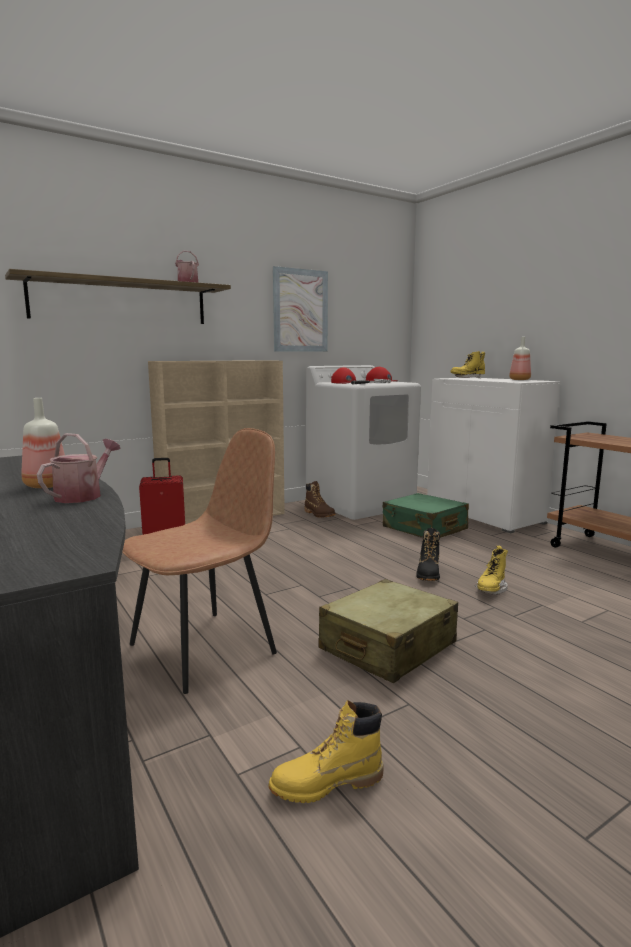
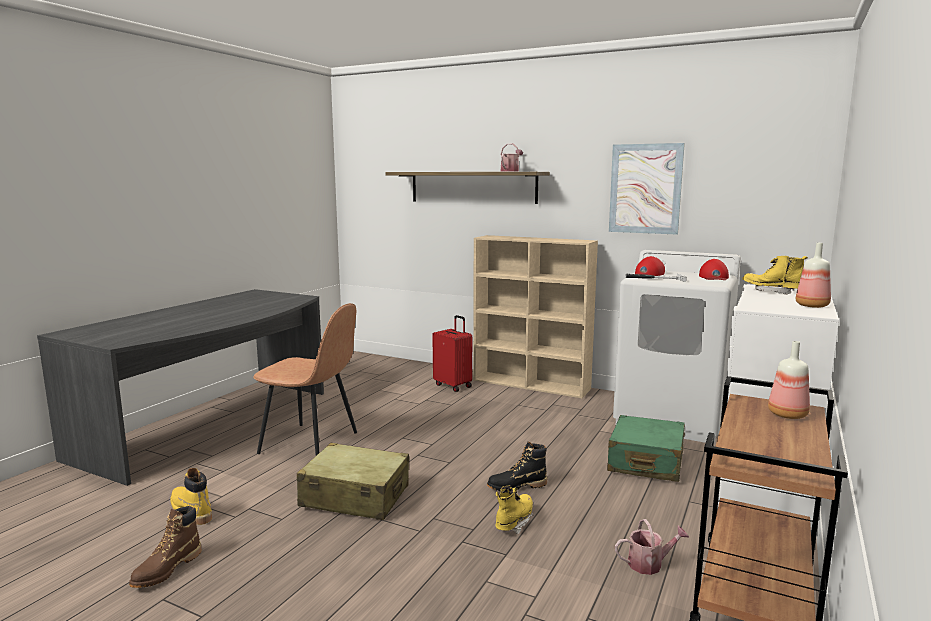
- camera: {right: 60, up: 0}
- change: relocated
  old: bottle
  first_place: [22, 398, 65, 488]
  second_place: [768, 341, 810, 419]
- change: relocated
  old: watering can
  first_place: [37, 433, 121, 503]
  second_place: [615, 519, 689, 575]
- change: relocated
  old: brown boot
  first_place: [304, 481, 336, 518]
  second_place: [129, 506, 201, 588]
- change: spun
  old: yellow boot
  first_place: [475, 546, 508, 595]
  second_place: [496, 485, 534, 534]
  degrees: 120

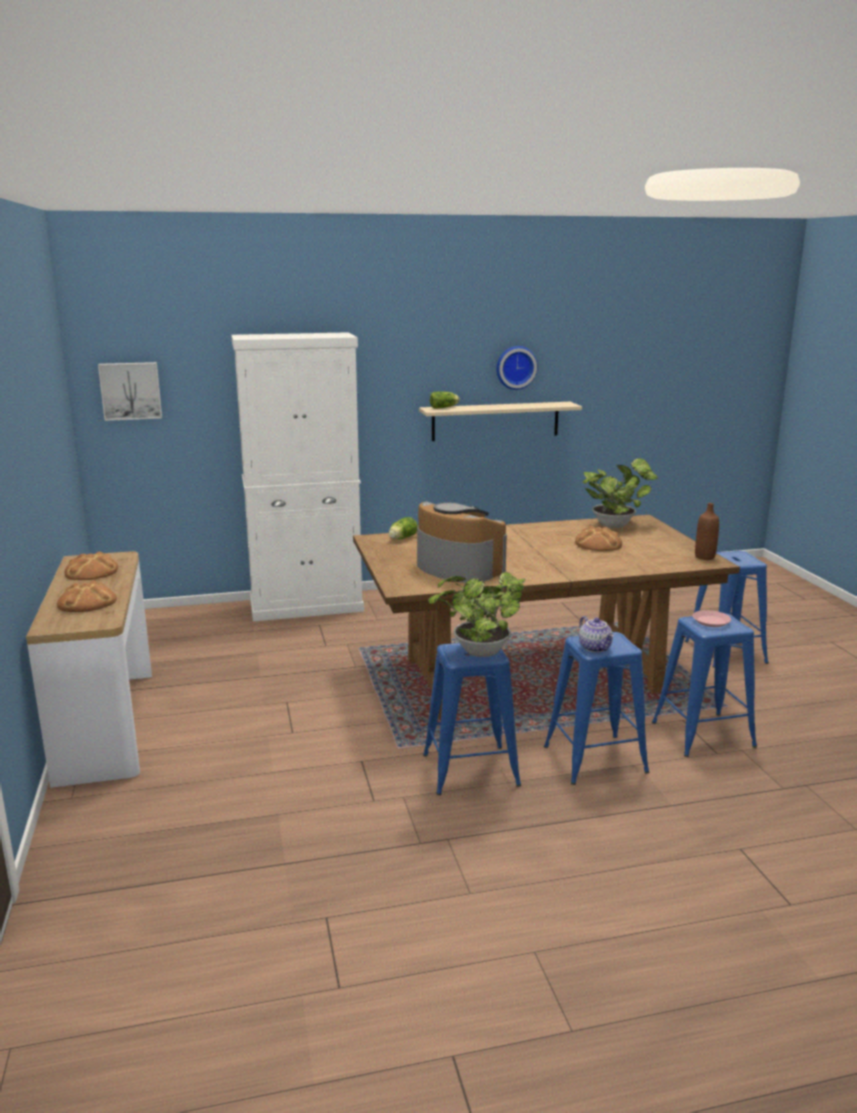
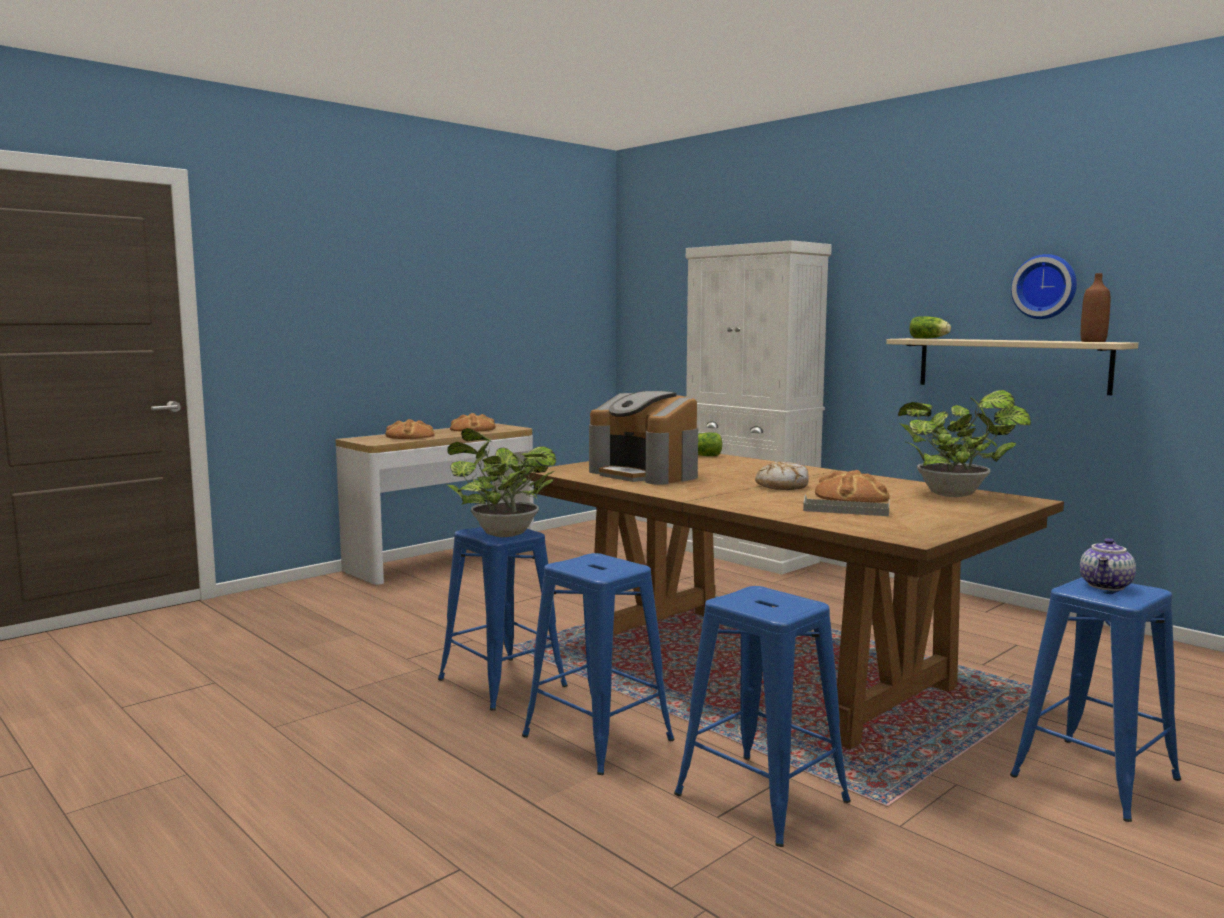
- camera: {right: 60, up: -10}
- change: missing
  old: picture
  first_place: [98, 362, 162, 421]
- change: missing
  old: pink plate
  first_place: [693, 610, 731, 627]
- change: appeared
  new: bread
  second_place: [755, 461, 809, 490]
- change: appeared
  new: grey tray
  second_place: [803, 494, 890, 516]
- change: relocated
  old: teapot
  first_place: [579, 616, 614, 653]
  second_place: [1080, 538, 1136, 591]
- change: relocated
  old: brown bottle
  first_place: [695, 503, 719, 560]
  second_place: [1081, 273, 1110, 342]
- change: spun
  old: coffee machine
  first_place: [417, 501, 507, 583]
  second_place: [589, 391, 698, 485]
  degrees: 120

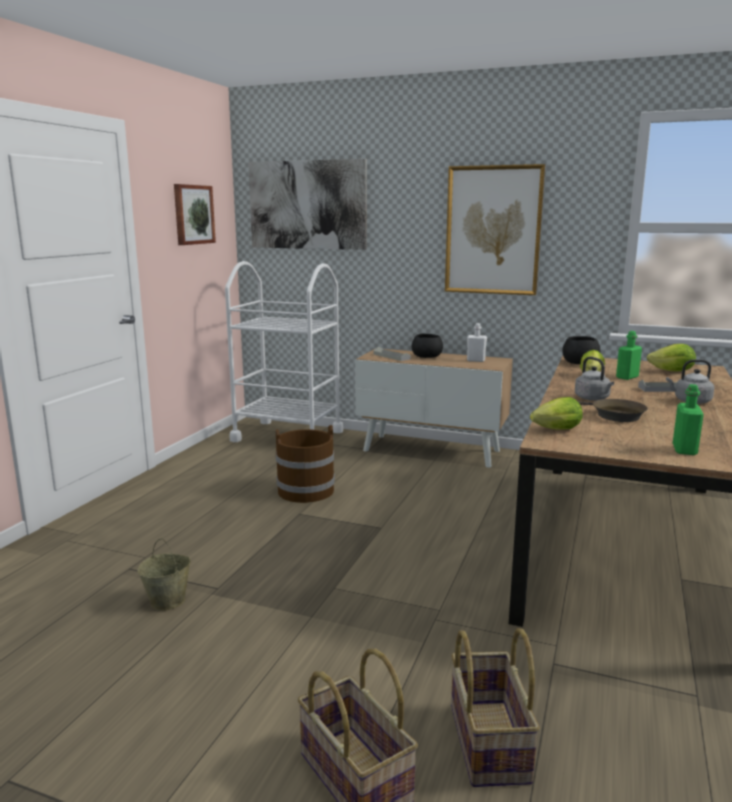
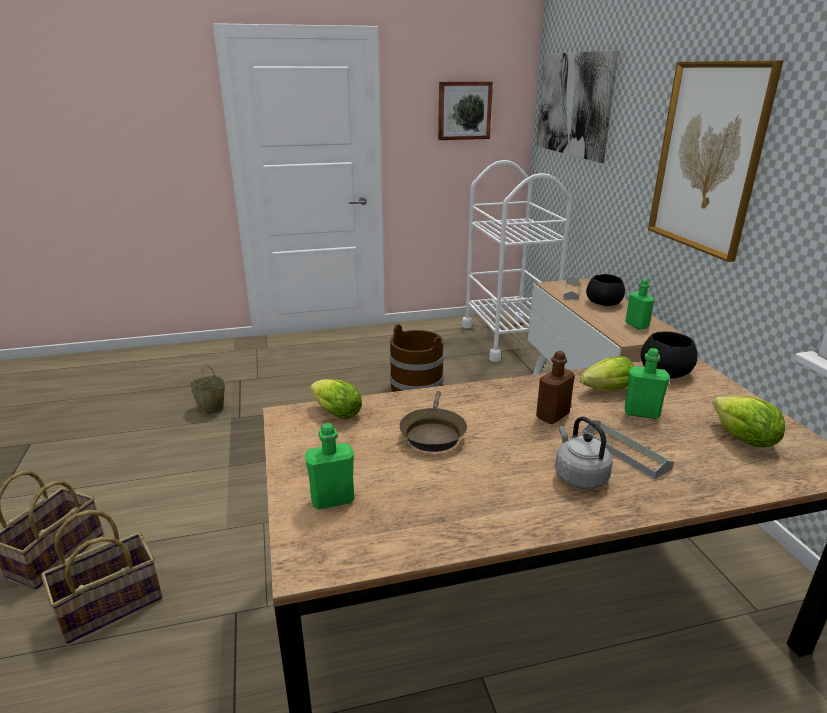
- camera: {right: 55, up: 10}
- change: missing
  old: grey kettle
  first_place: [575, 357, 614, 401]
- change: appeared
  new: brown bottle
  second_place: [536, 351, 575, 424]
- change: colour
  old: white bottle
  new: green bottle
  first_place: [467, 323, 487, 362]
  second_place: [625, 279, 655, 329]

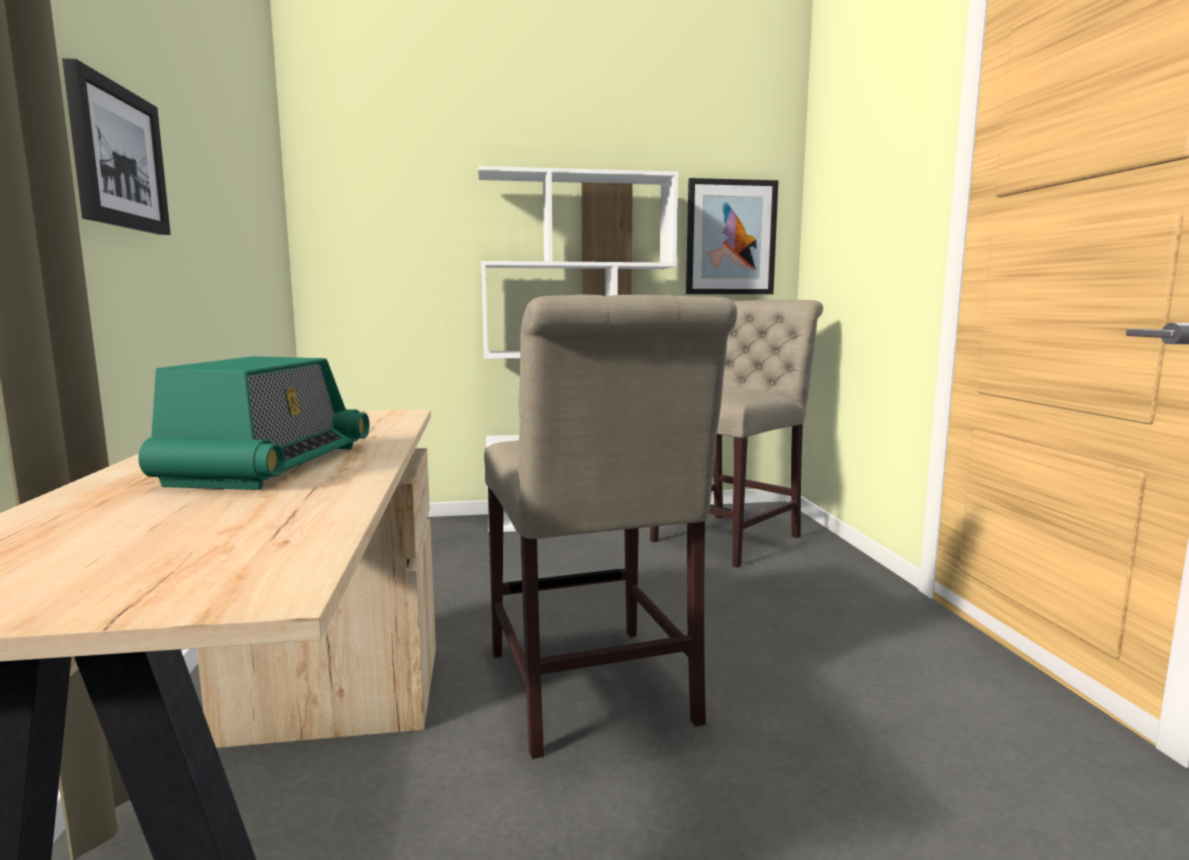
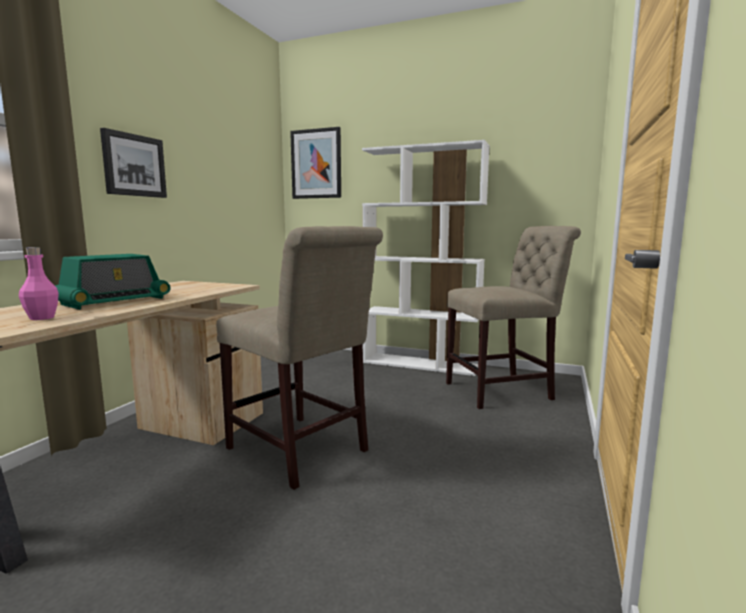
- camera: {right: 30, up: 0}
- change: appeared
  new: pink bottle
  second_place: [19, 247, 59, 320]
- change: relocated
  old: picture
  first_place: [686, 178, 778, 294]
  second_place: [290, 127, 341, 199]
- change: spun
  old: beige chair
  first_place: [484, 294, 737, 759]
  second_place: [216, 226, 383, 490]
  degrees: -60

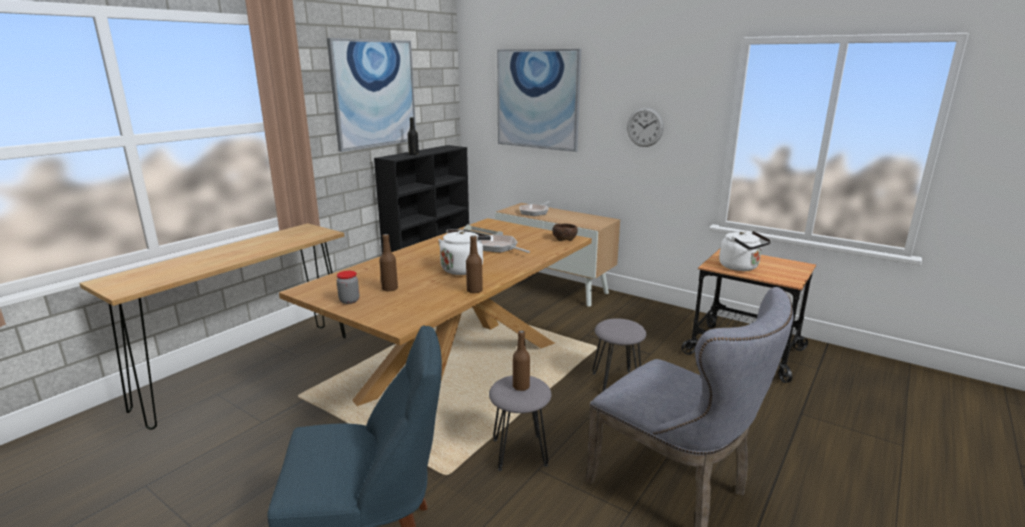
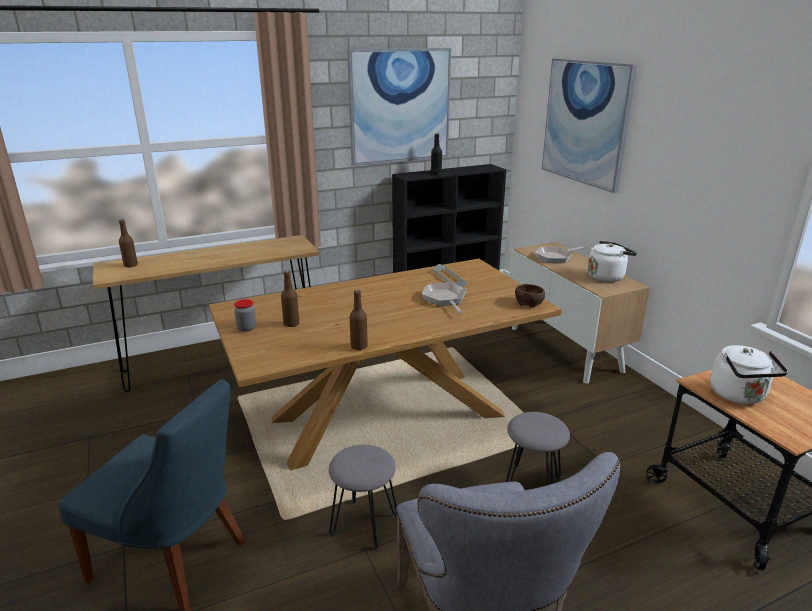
- camera: {right: 30, up: 5}
- change: missing
  old: wall clock
  first_place: [627, 107, 664, 147]
- change: relocated
  old: white kettle
  first_place: [438, 229, 491, 275]
  second_place: [588, 241, 637, 282]
- change: relocated
  old: brown bottle
  first_place: [513, 330, 530, 391]
  second_place: [119, 220, 138, 268]

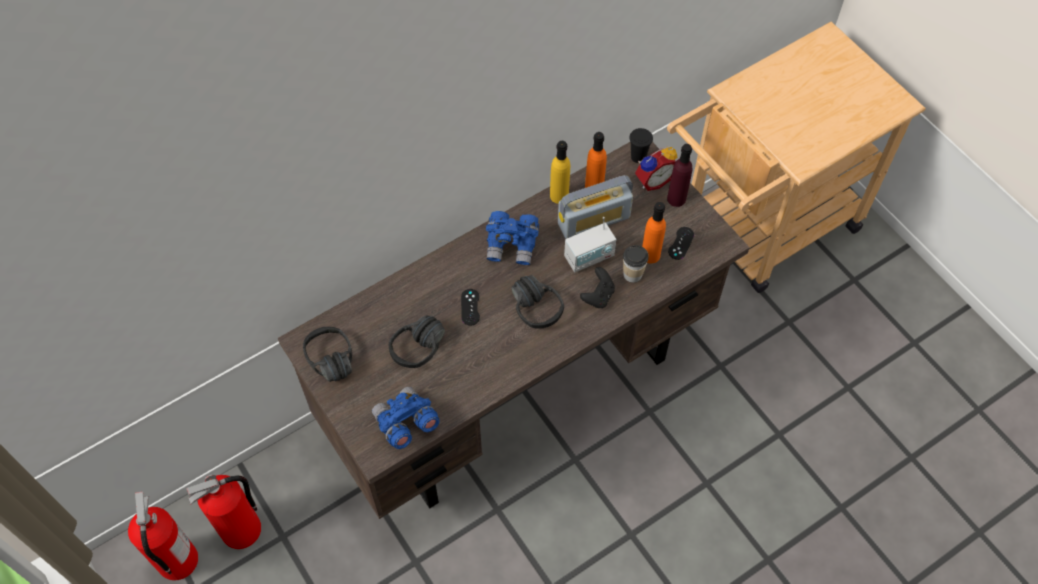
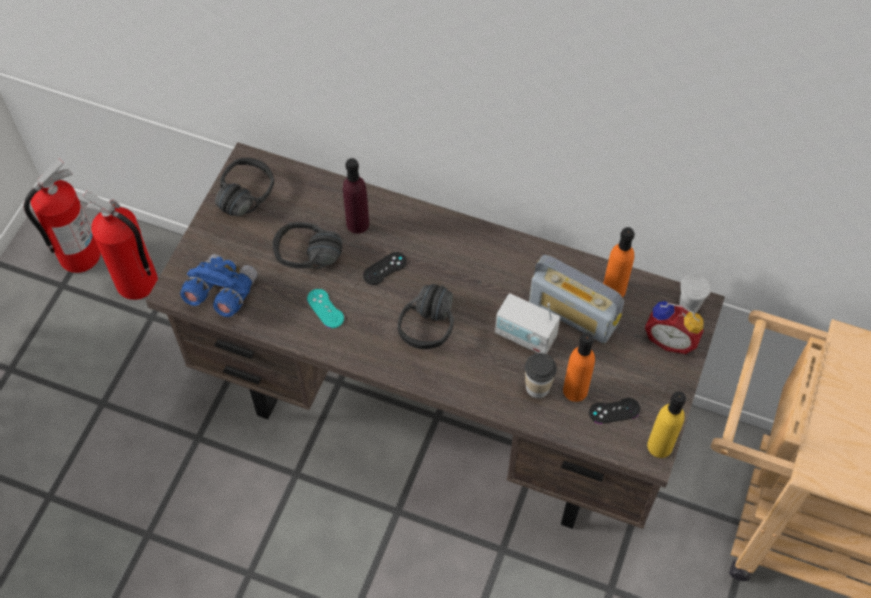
- camera: {right: 55, up: 0}
- change: missing
  old: blue binoculars
  first_place: [486, 211, 539, 265]
- change: missing
  old: black game controller
  first_place: [580, 267, 615, 308]
- change: appeared
  new: turquoise game controller
  second_place: [307, 289, 344, 328]
- change: relocated
  old: yellow bottle
  first_place: [550, 141, 570, 204]
  second_place: [647, 391, 686, 458]
- change: relocated
  old: purple bottle
  first_place: [667, 144, 692, 207]
  second_place: [343, 158, 369, 234]
- change: colour
  old: black cup
  new: white cup
  first_place: [629, 128, 653, 163]
  second_place: [679, 274, 711, 313]

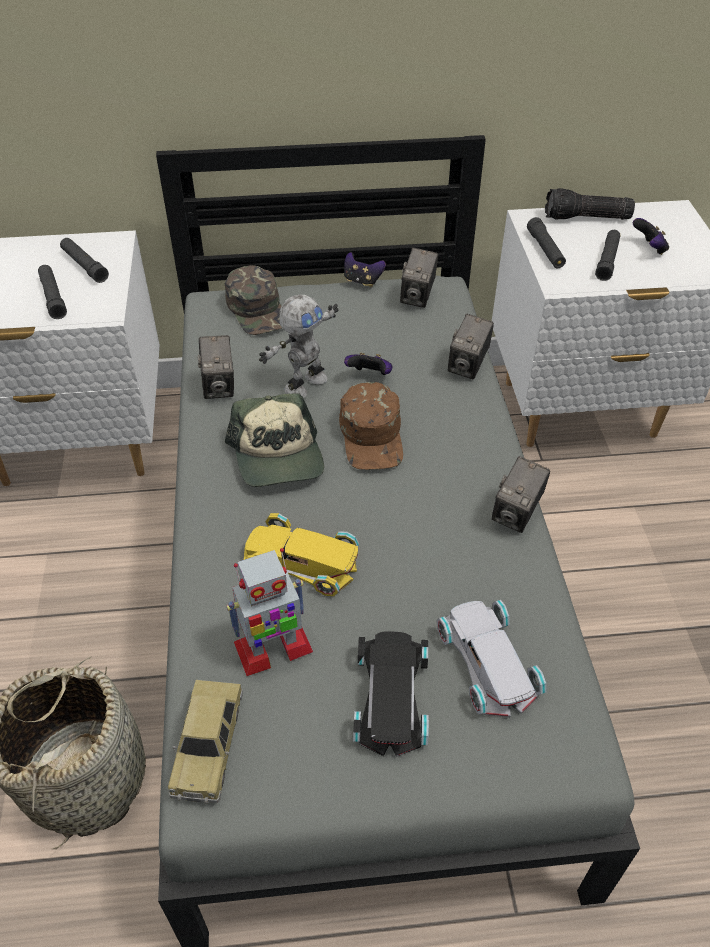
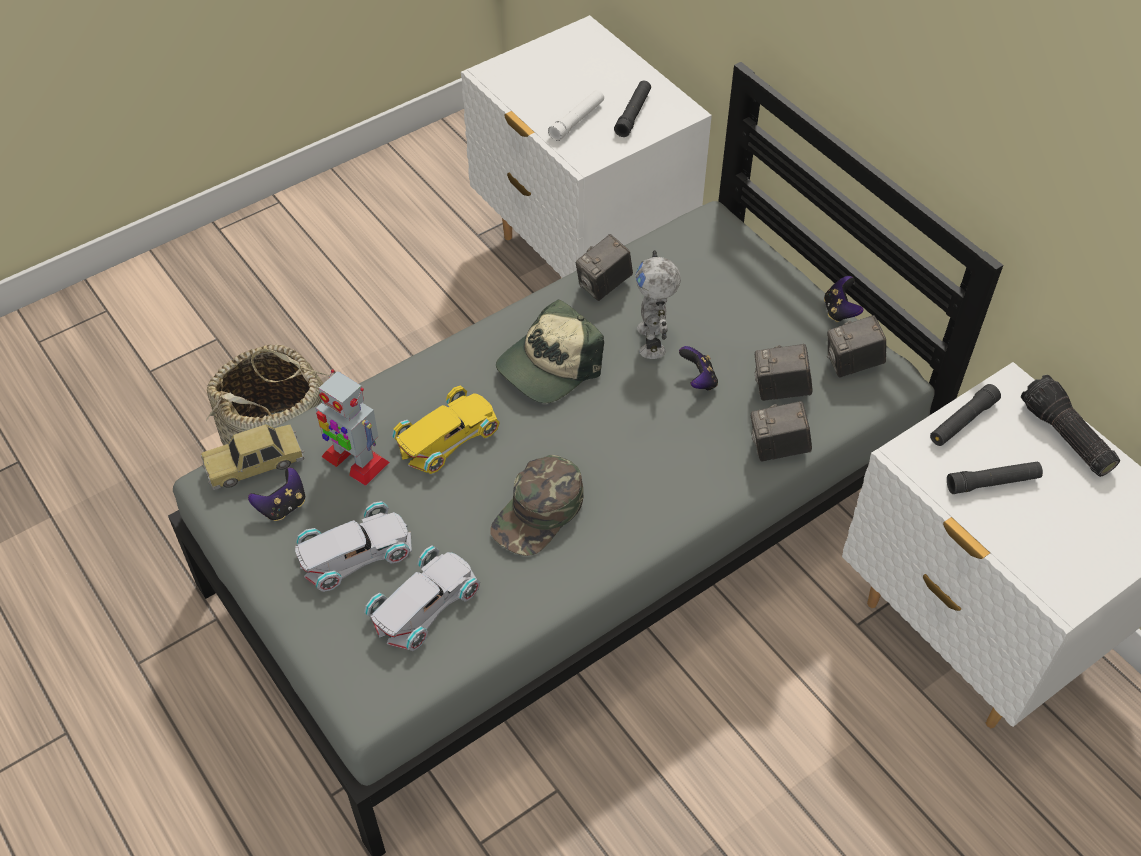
- camera: {right: 60, up: 5}
- change: missing
  old: brown cap
  first_place: [339, 382, 403, 470]
- change: relocated
  old: green cap
  first_place: [225, 265, 282, 335]
  second_place: [490, 455, 584, 556]
- change: relocated
  old: photo camera
  first_place: [492, 456, 550, 533]
  second_place: [755, 344, 813, 401]
- change: relocated
  old: game controller
  first_place: [633, 218, 669, 255]
  second_place: [248, 467, 305, 521]
- change: colour
  old: black flashlight
  new: white flashlight
  first_place: [38, 265, 67, 319]
  second_place: [548, 90, 604, 141]
- change: colour
  old: black toy car
  new: white toy car
  first_place: [353, 631, 429, 757]
  second_place: [295, 501, 412, 592]
- change: spun
  old: yellow toy car
  first_place: [244, 513, 359, 596]
  second_place: [392, 385, 500, 474]
  degrees: 60
- change: spun
  old: toy robot
  first_place: [259, 295, 339, 398]
  second_place: [635, 250, 681, 359]
  degrees: 75

